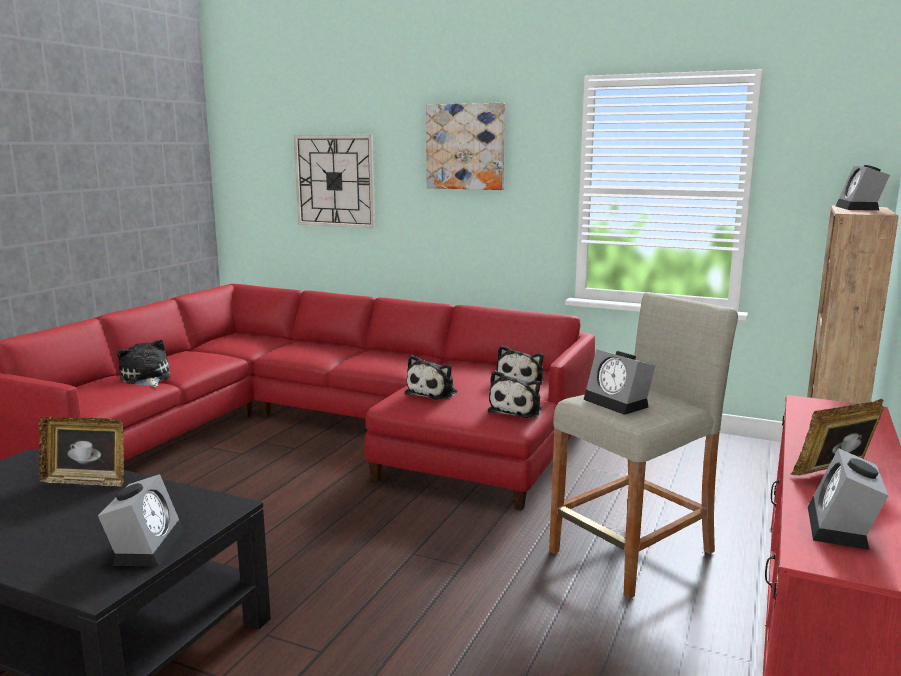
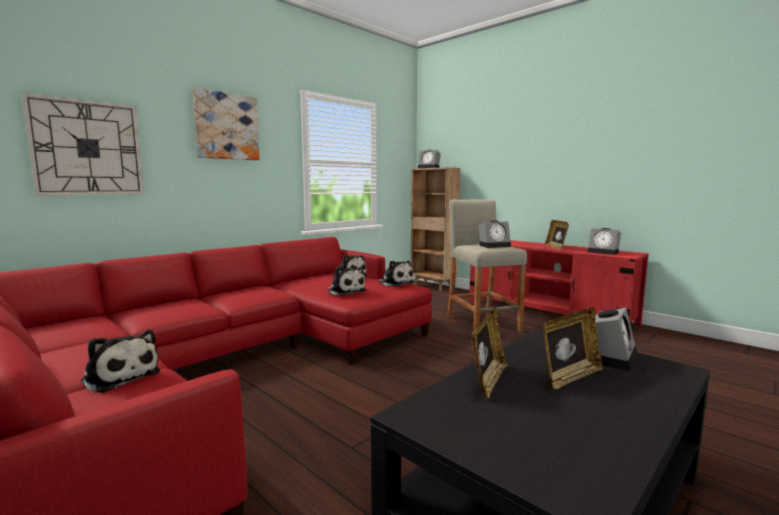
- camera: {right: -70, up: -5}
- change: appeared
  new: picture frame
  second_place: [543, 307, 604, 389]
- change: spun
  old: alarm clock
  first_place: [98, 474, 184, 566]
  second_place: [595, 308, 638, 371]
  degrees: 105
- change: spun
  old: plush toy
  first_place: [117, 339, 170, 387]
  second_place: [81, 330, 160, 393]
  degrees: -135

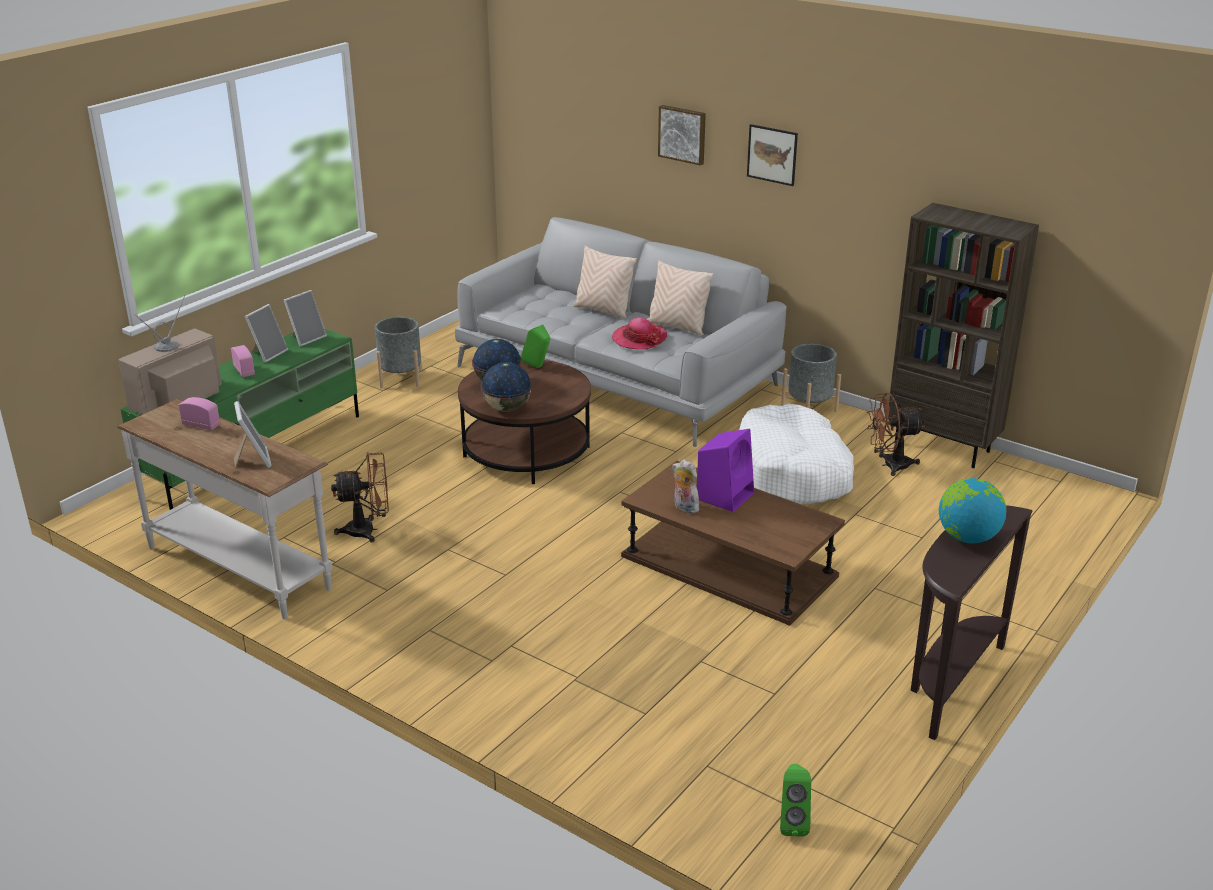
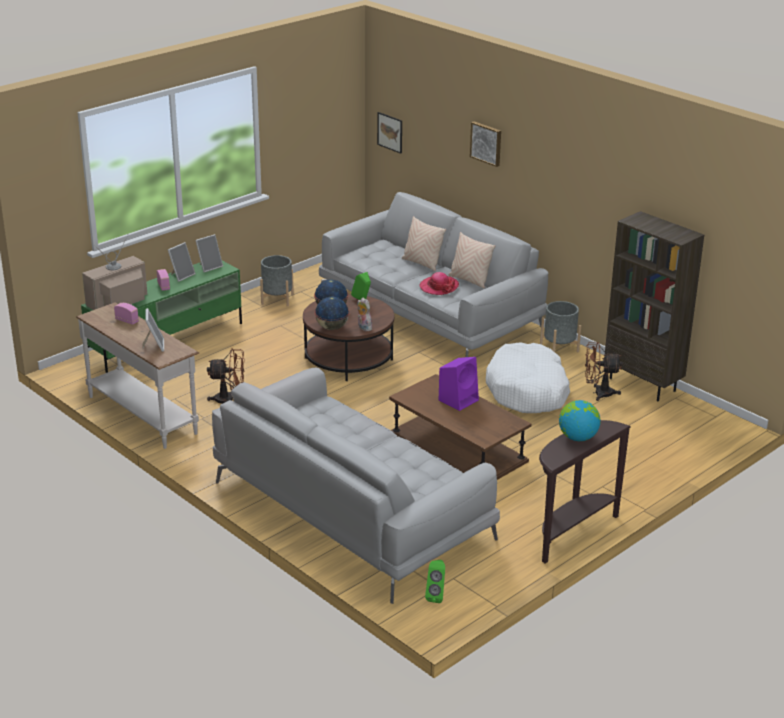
- camera: {right: 10, up: 0}
- change: appeared
  new: grey sofa
  second_place: [212, 368, 500, 604]
- change: relocated
  old: plush toy
  first_place: [672, 459, 699, 513]
  second_place: [358, 298, 372, 331]
- change: relocated
  old: picture
  first_place: [747, 124, 798, 186]
  second_place: [377, 112, 402, 154]

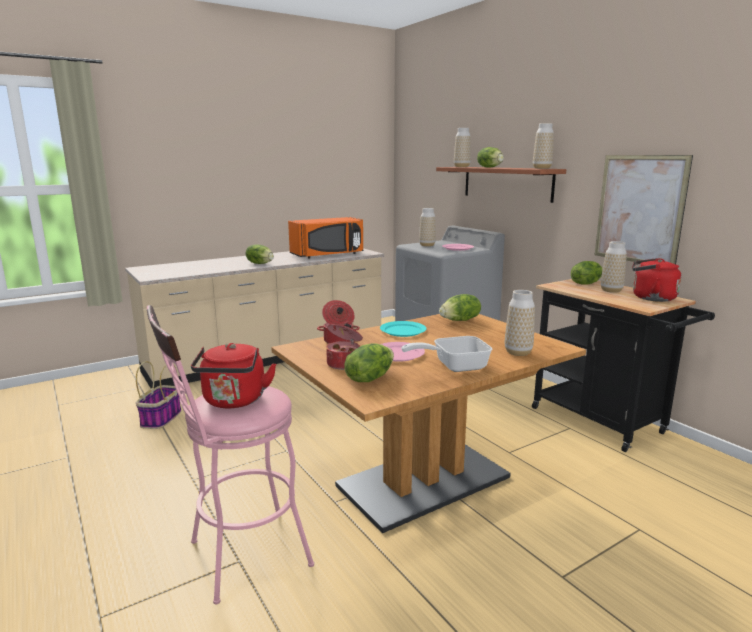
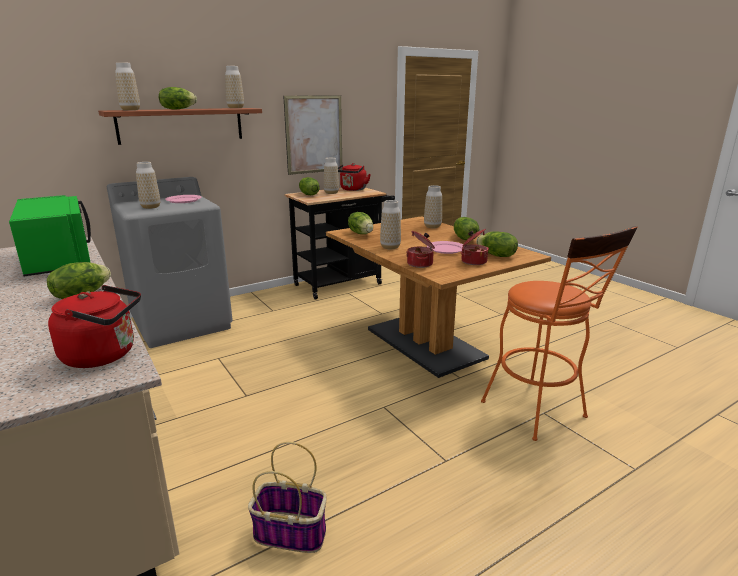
- camera: {right: -90, up: 5}
- change: relocated
  old: red kettle
  first_place: [191, 343, 276, 409]
  second_place: [48, 285, 141, 368]
- change: exchanged
  old: turquoise plate
  new: vase
  first_place: [380, 321, 427, 337]
  second_place: [380, 200, 401, 249]
- change: exchanged
  old: frying pan
  new: lettuce
  first_place: [401, 336, 493, 372]
  second_place: [454, 217, 479, 240]
- change: colour
  old: pink stool
  new: orange stool
  first_place: [147, 305, 314, 604]
  second_place: [481, 226, 637, 441]
- change: colour
  old: orange microwave
  new: green microwave
  first_place: [288, 217, 363, 258]
  second_place: [9, 195, 91, 276]

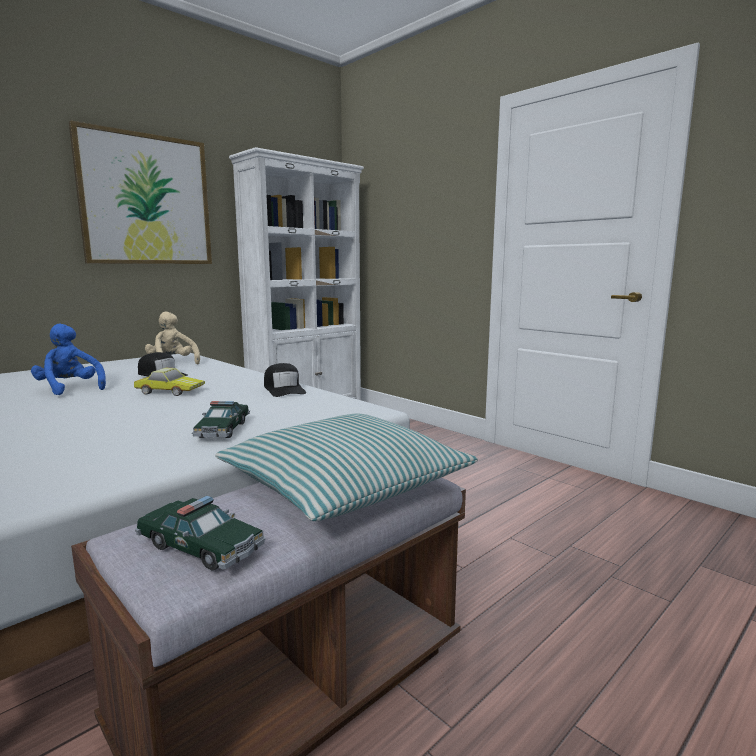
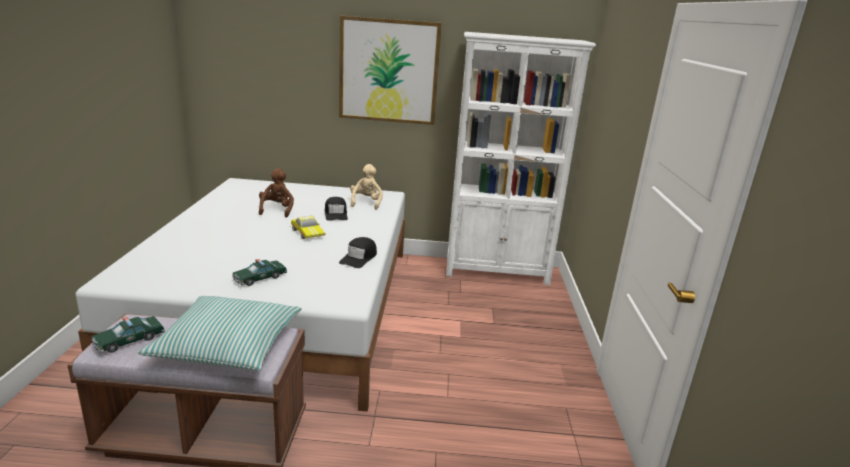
- camera: {right: 45, up: 10}
- change: colour
  old: blue plush toy
  new: brown plush toy
  first_place: [31, 324, 106, 395]
  second_place: [259, 168, 294, 218]
- change: spun
  old: toy car
  first_place: [135, 496, 265, 571]
  second_place: [92, 316, 165, 353]
  degrees: 60

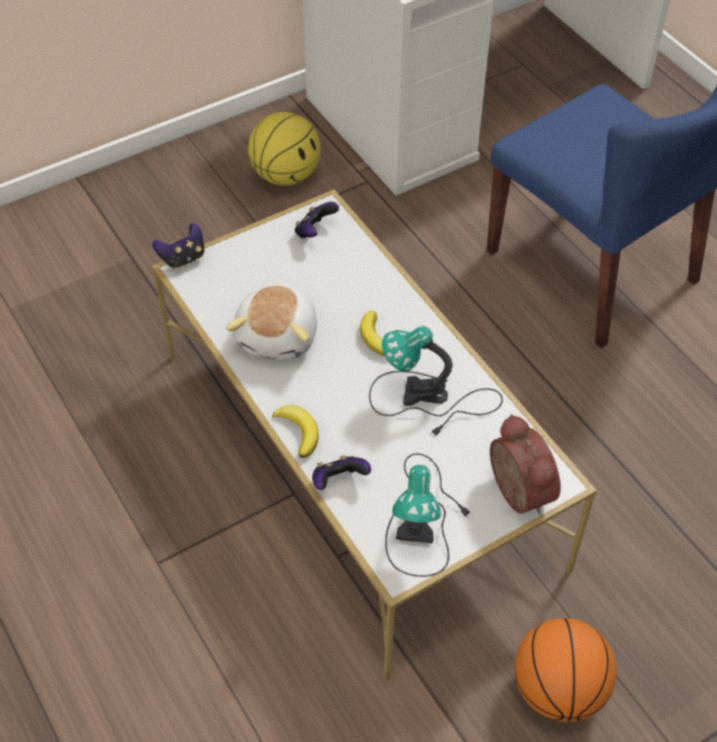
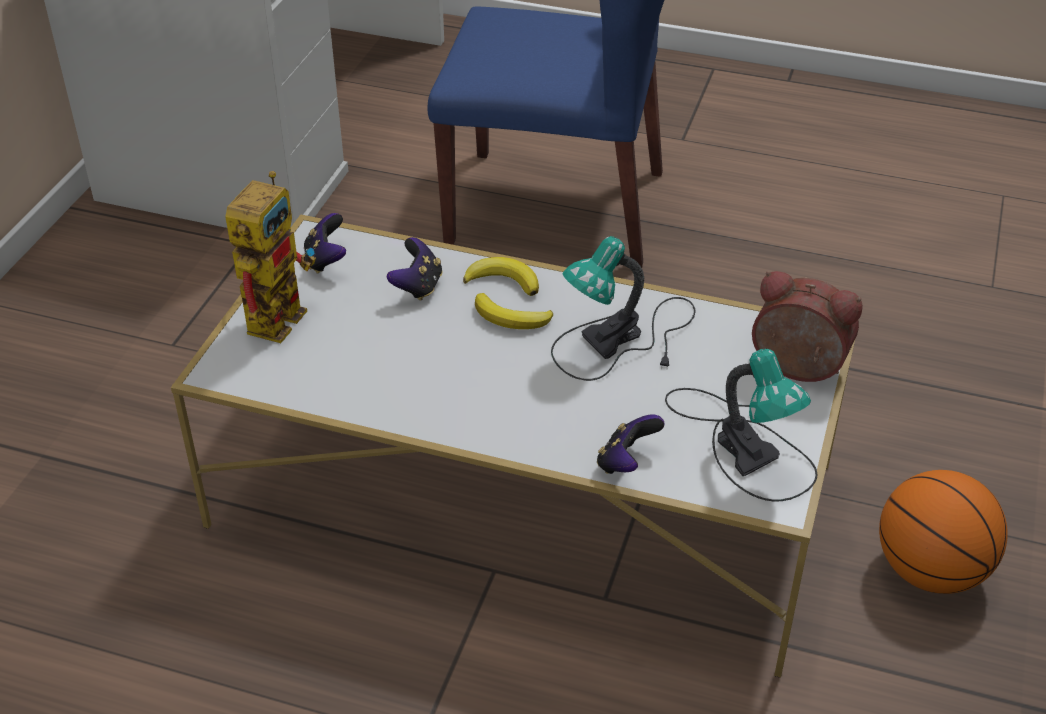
- camera: {right: -40, up: -10}
- change: missing
  old: plush toy
  first_place: [226, 283, 317, 360]
- change: missing
  old: basketball
  first_place: [248, 112, 321, 186]
- change: appeared
  new: toy robot
  second_place: [225, 171, 316, 343]
- change: relocated
  old: game controller
  first_place: [152, 223, 205, 269]
  second_place: [387, 237, 442, 301]
- change: relocated
  old: banana
  first_place: [272, 405, 319, 458]
  second_place: [463, 257, 539, 296]

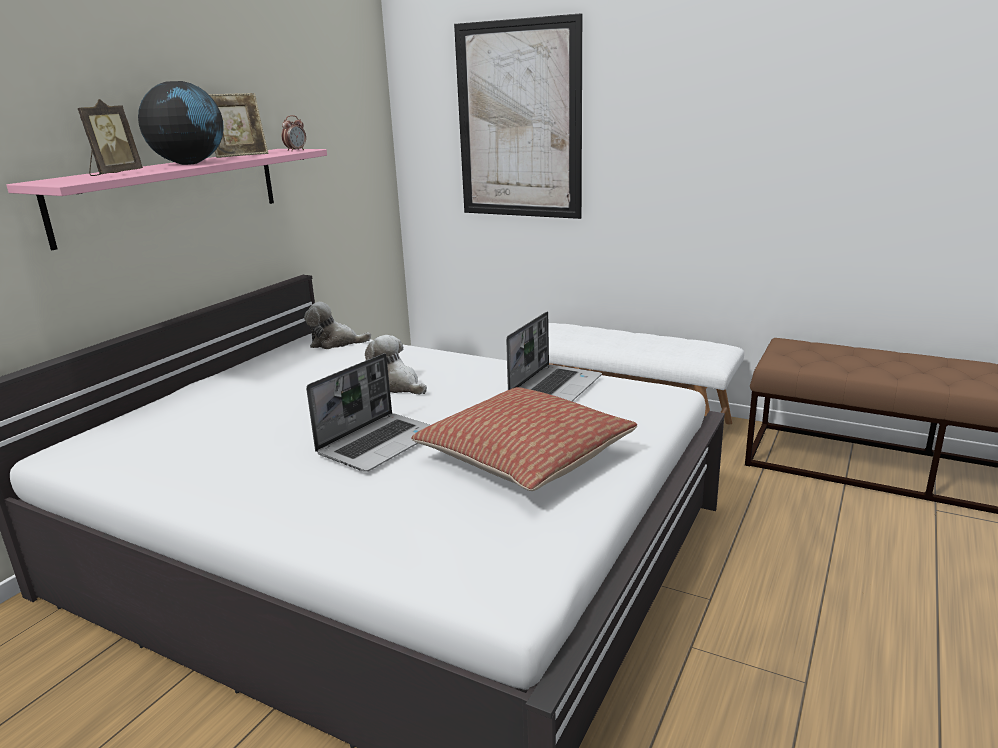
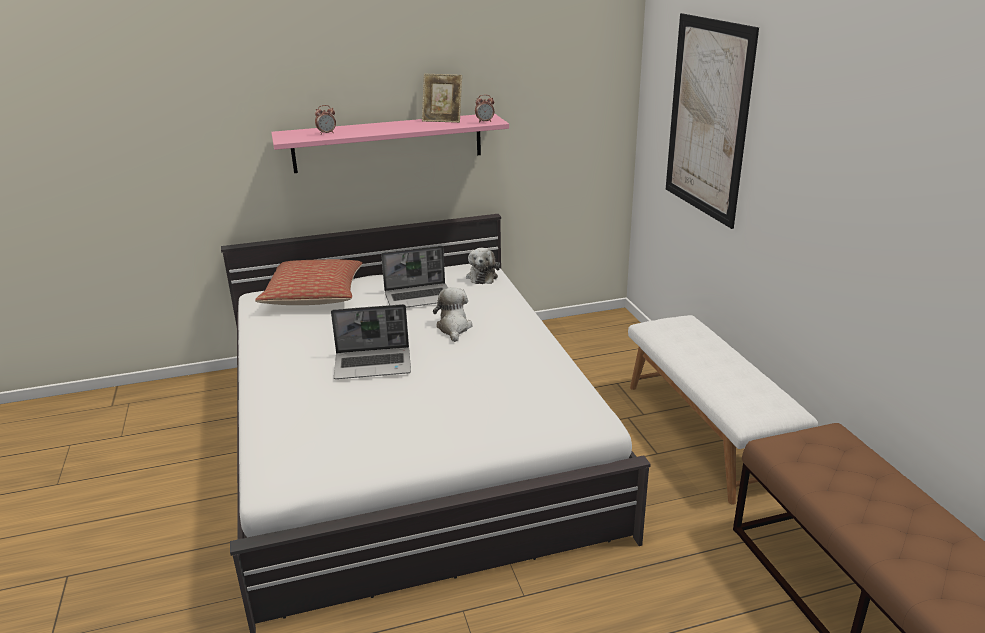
- camera: {right: 45, up: 5}
- change: missing
  old: globe
  first_place: [138, 81, 224, 165]
- change: relocated
  old: pillow
  first_place: [411, 387, 638, 491]
  second_place: [255, 259, 363, 305]
- change: relocated
  old: laptop
  first_place: [506, 312, 602, 401]
  second_place: [381, 246, 448, 308]
- change: exchanged
  old: picture frame
  new: alarm clock
  first_place: [78, 99, 143, 176]
  second_place: [315, 105, 336, 135]
- change: spun
  old: plush toy
  first_place: [304, 302, 371, 349]
  second_place: [466, 248, 500, 284]
  degrees: -135

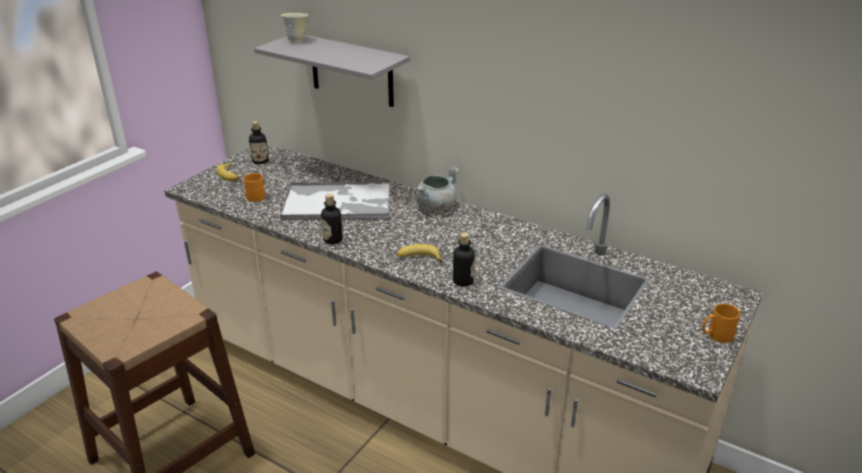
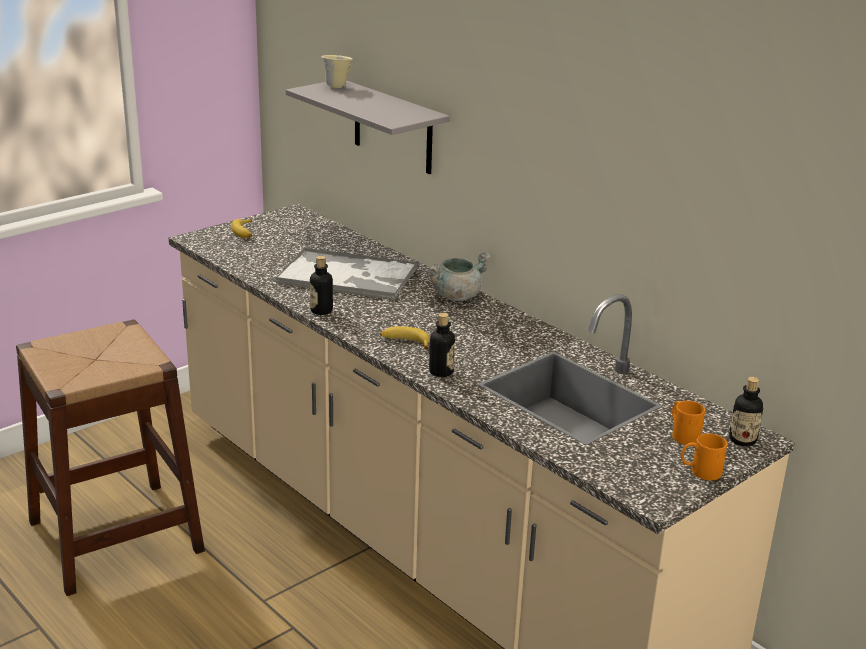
- camera: {right: 15, up: -5}
- change: relocated
  old: orange mug
  first_place: [244, 173, 265, 202]
  second_place: [672, 401, 705, 445]
- change: relocated
  old: bottle
  first_place: [249, 121, 269, 164]
  second_place: [729, 377, 763, 446]

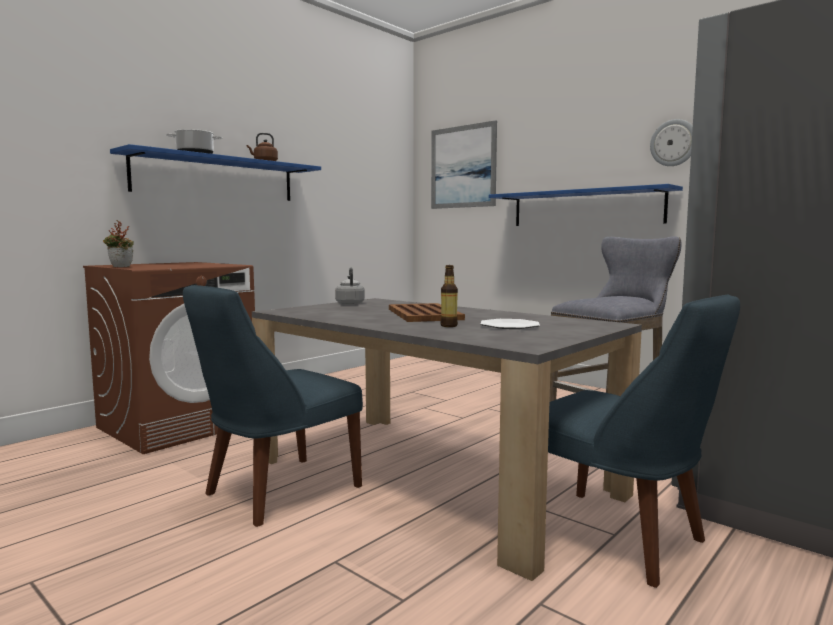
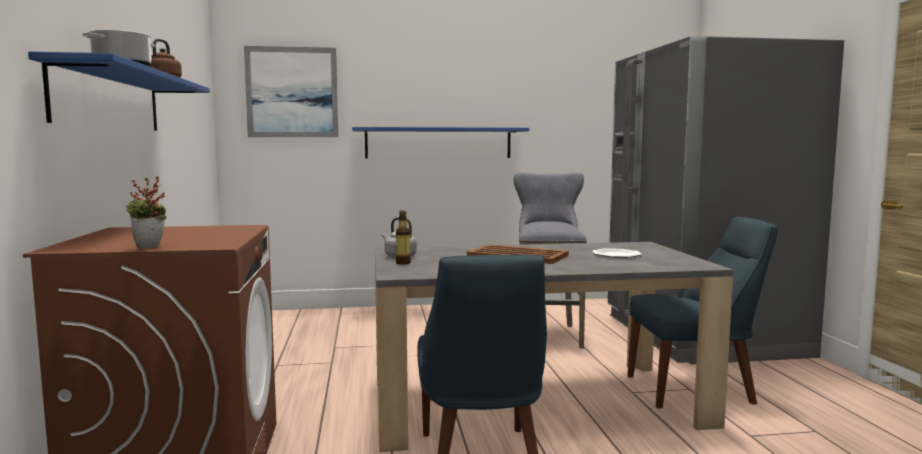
- camera: {right: -50, up: 0}
- change: missing
  old: wall clock
  first_place: [650, 119, 693, 166]
- change: relocated
  old: bottle
  first_place: [441, 265, 458, 327]
  second_place: [396, 211, 411, 265]

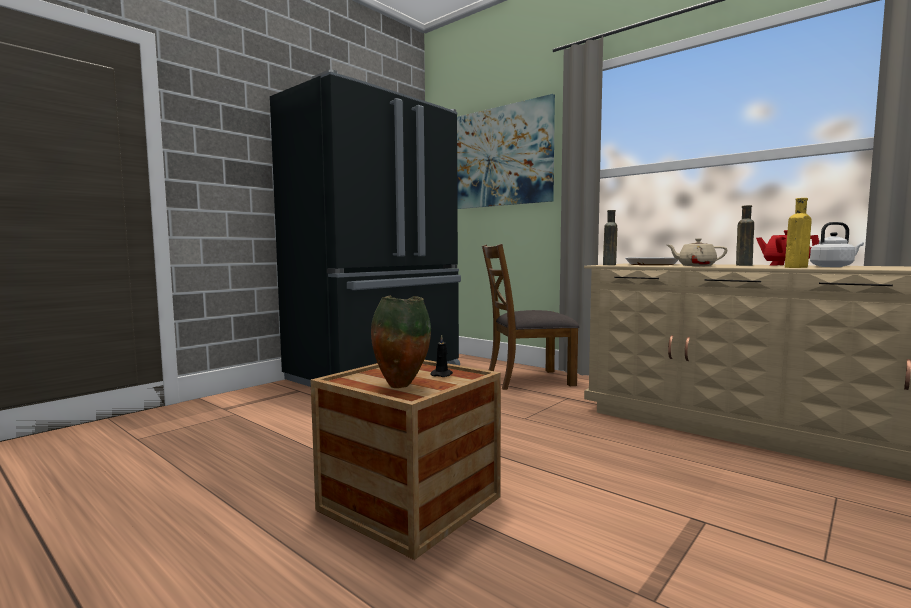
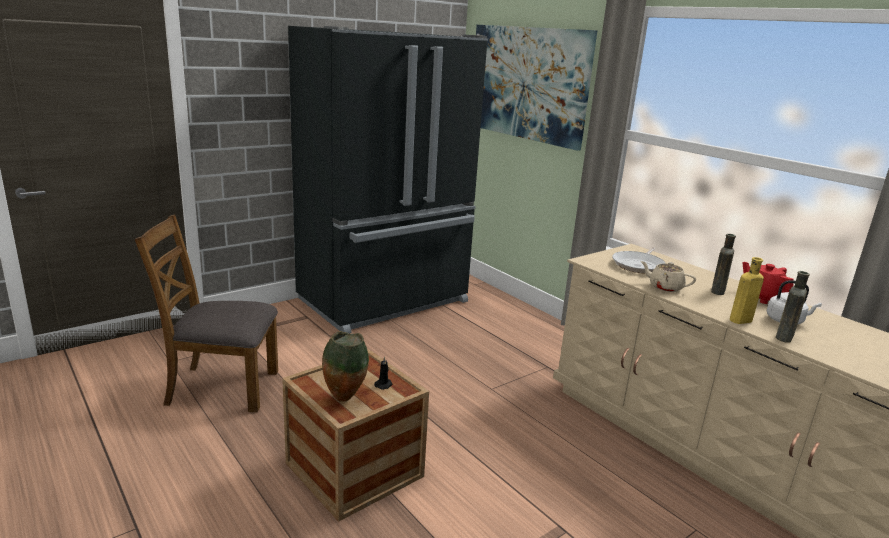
- camera: {right: 10, up: 15}
- change: relocated
  old: brown chair
  first_place: [482, 244, 579, 390]
  second_place: [135, 215, 278, 412]
- change: relocated
  old: brown bottle
  first_place: [603, 210, 617, 265]
  second_place: [775, 271, 810, 343]

